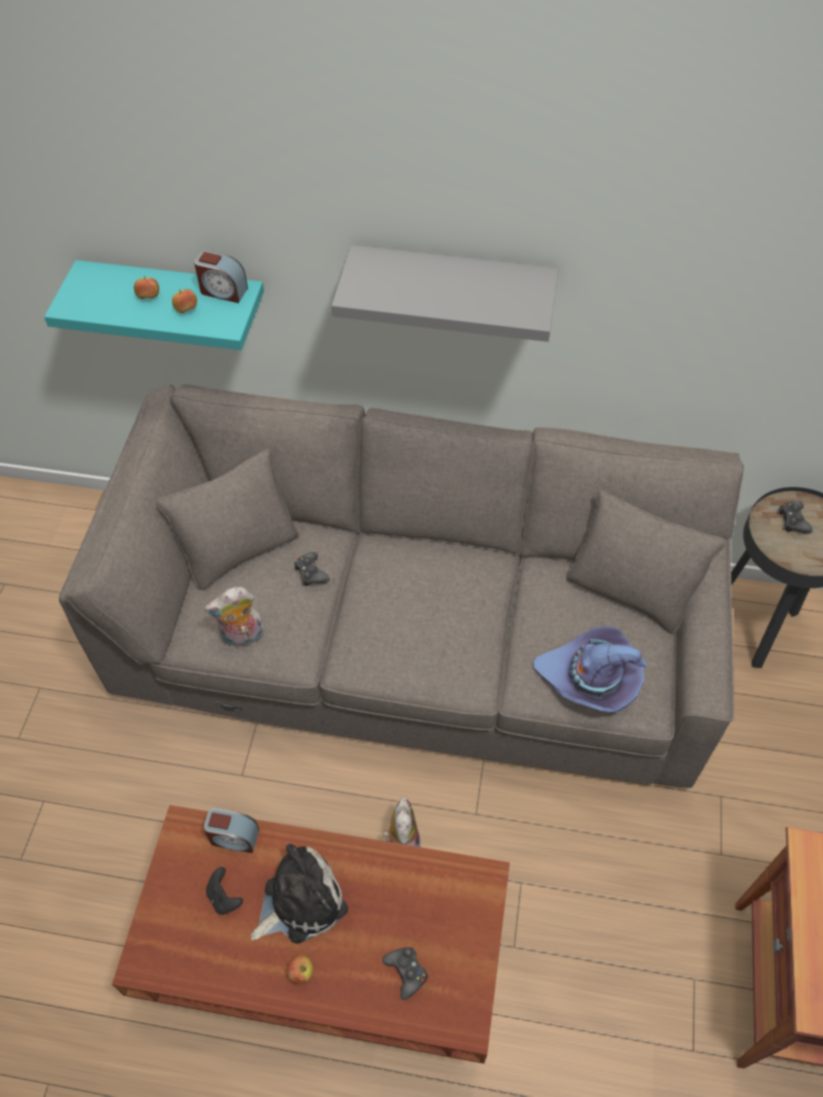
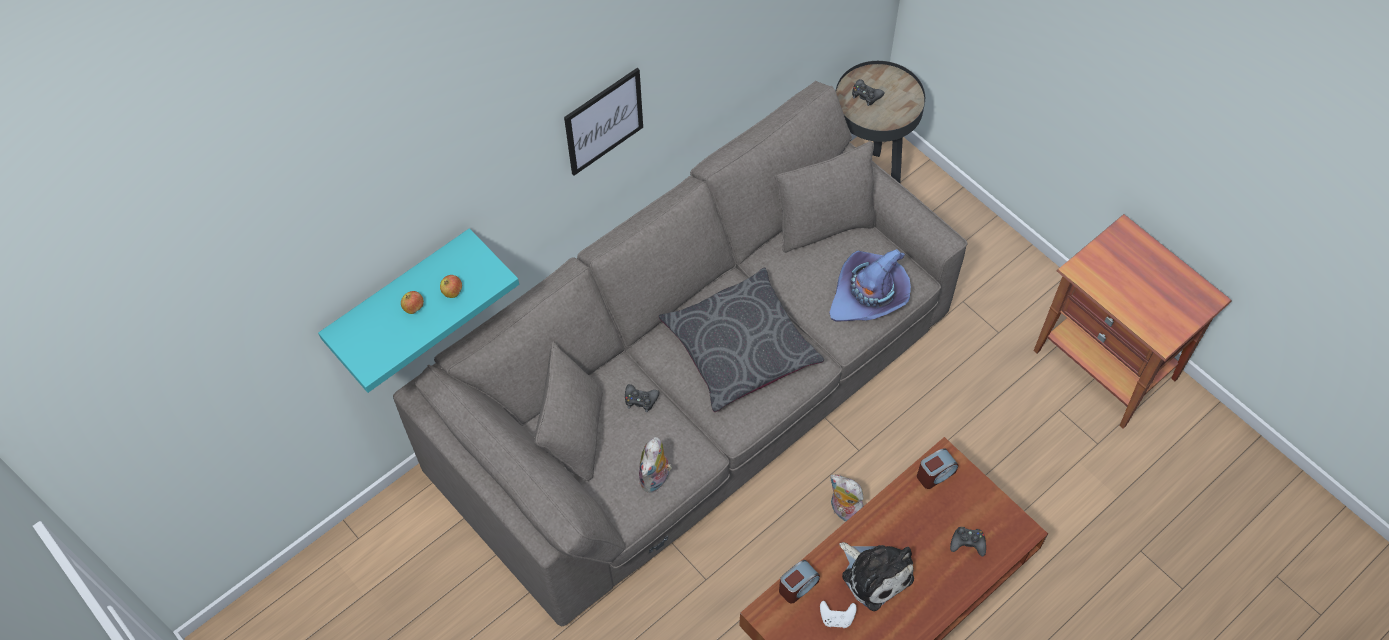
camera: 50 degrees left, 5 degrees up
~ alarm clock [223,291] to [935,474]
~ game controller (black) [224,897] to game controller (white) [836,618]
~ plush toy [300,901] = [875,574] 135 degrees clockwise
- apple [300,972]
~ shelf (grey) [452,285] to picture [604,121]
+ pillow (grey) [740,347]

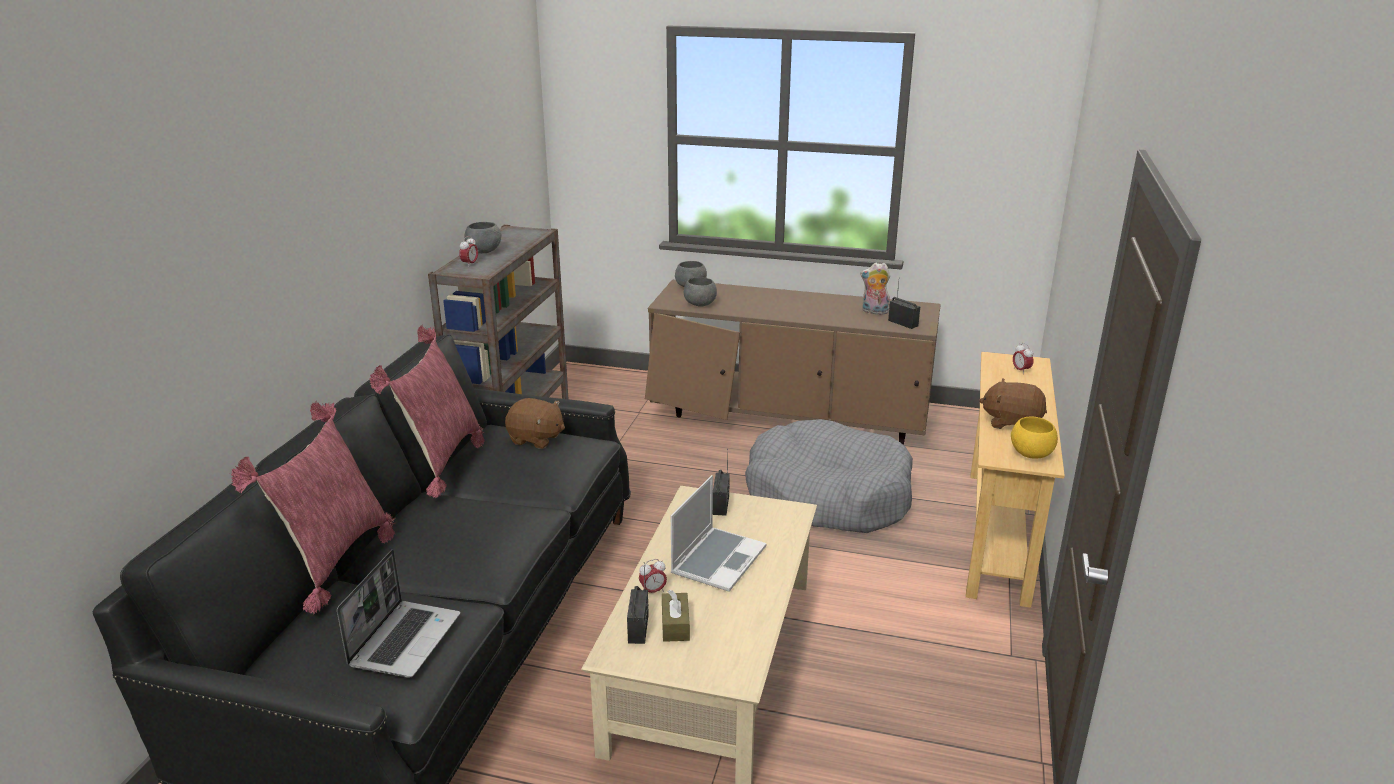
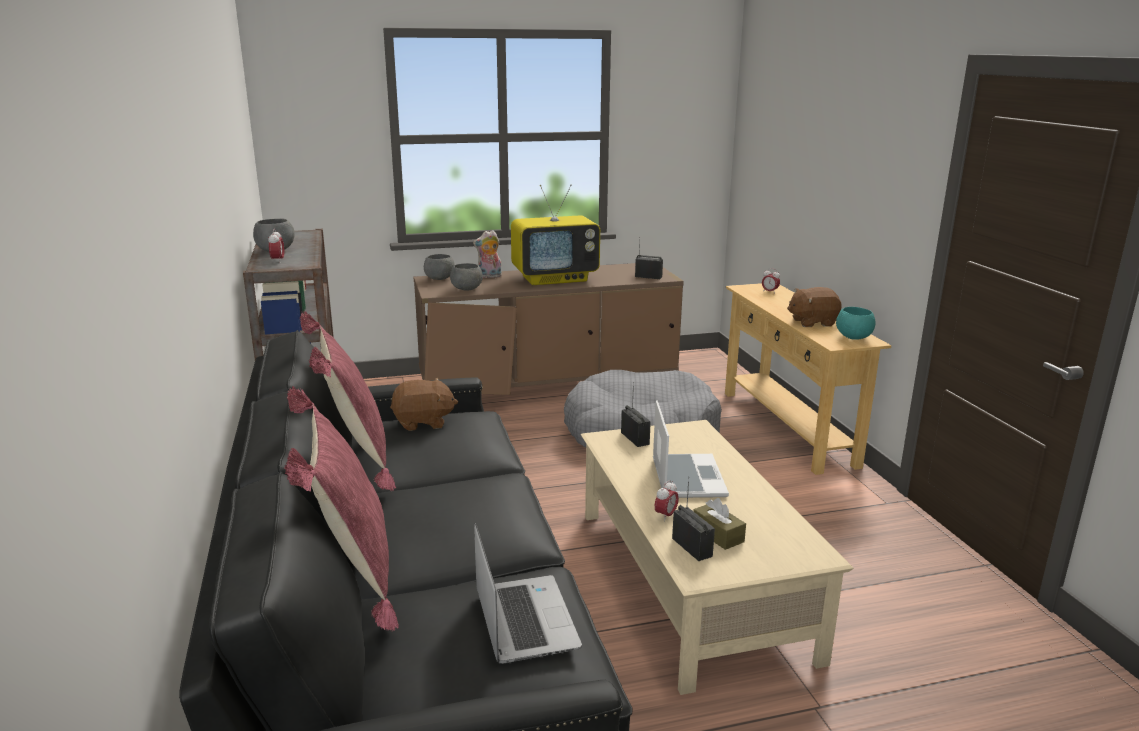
camera: 30 degrees left, 5 degrees down
~ plush toy [874,312] to [489,276]
~ bowl (yellow) [1030,454] to bowl (turquoise) [853,338]
+ television [555,278]

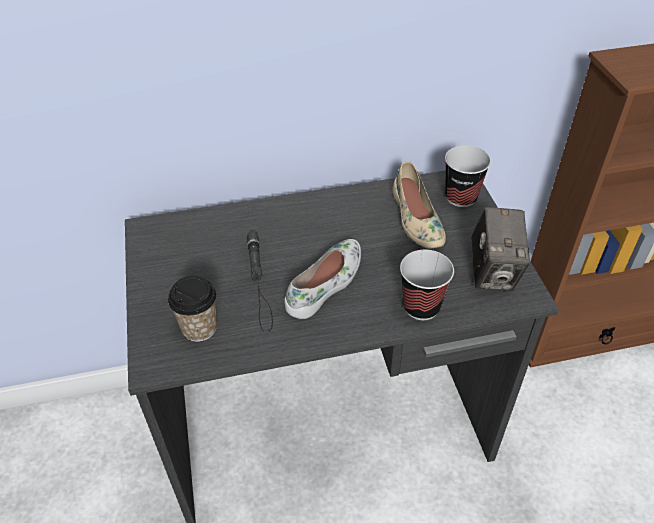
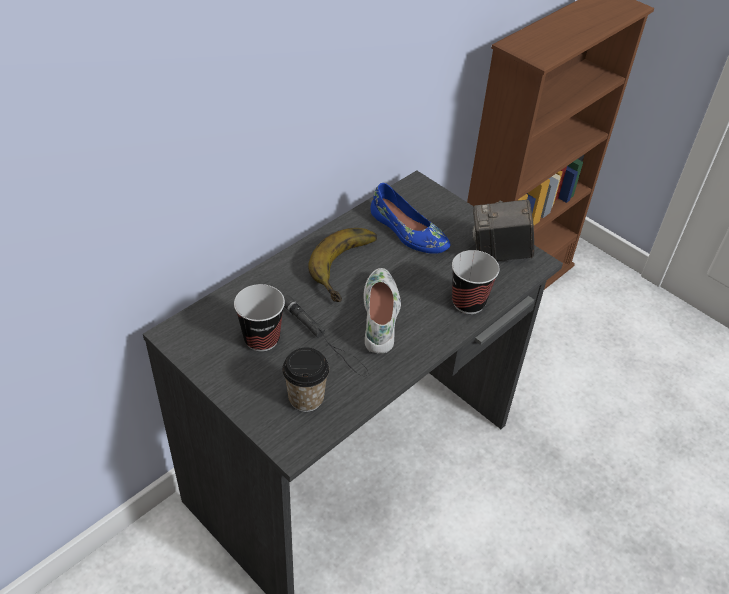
camera: 35 degrees left, 0 degrees up
~ shoe (beige) [416,219] to shoe (blue) [408,232]
~ cup [461,197] to [262,339]
~ photo camera [493,272] = [499,253] 120 degrees clockwise
+ banana [351,268]

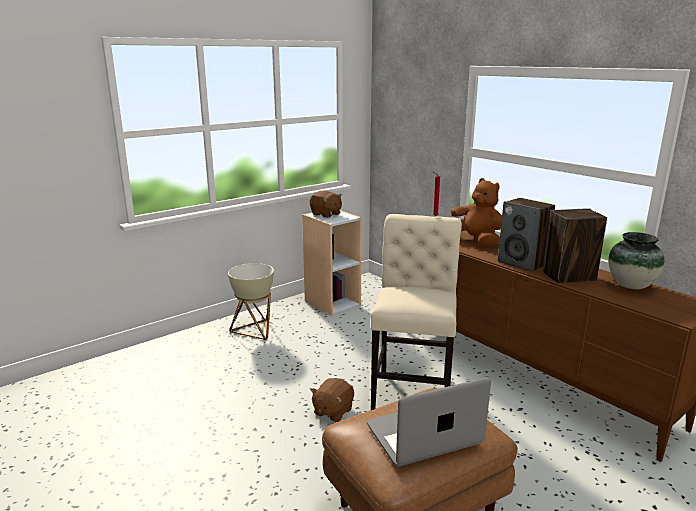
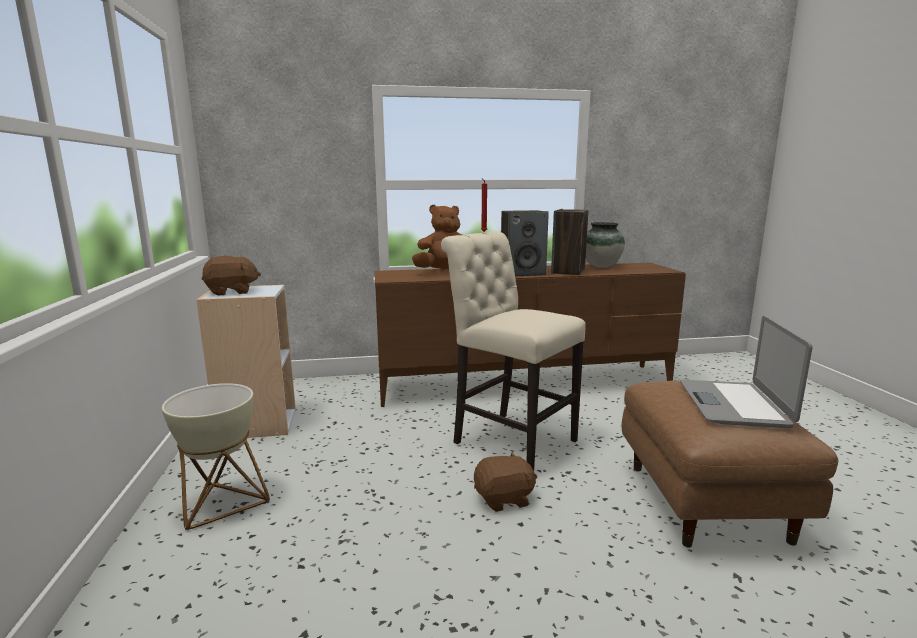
camera: 60 degrees left, 5 degrees down
~ plush toy (brown) [332,411] = [504,499] 75 degrees counterclockwise

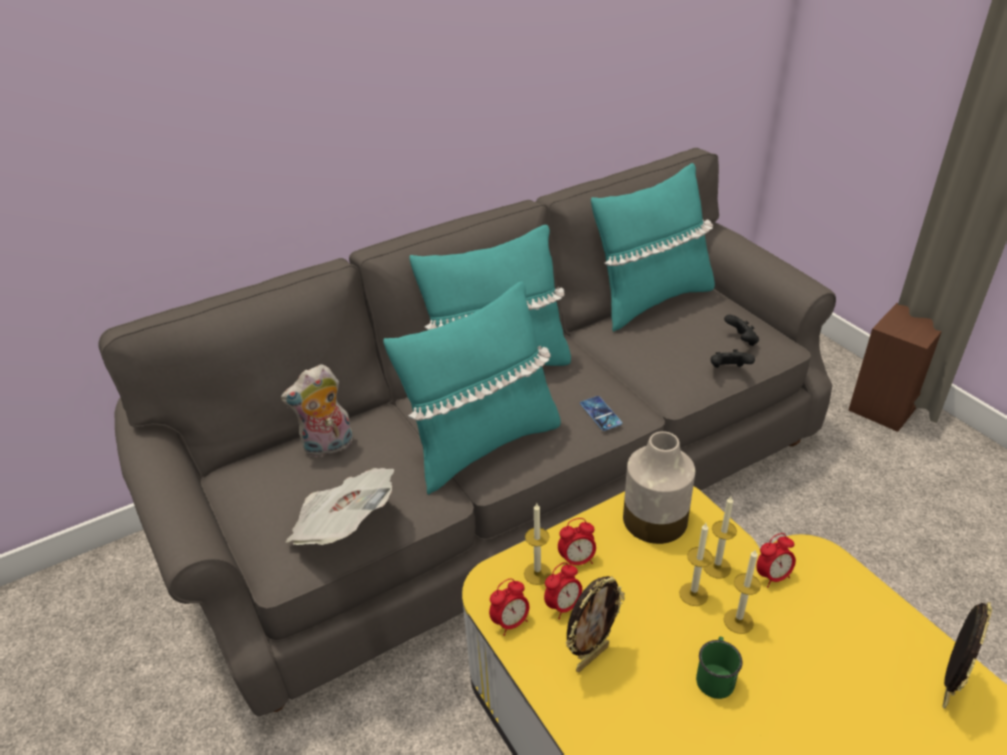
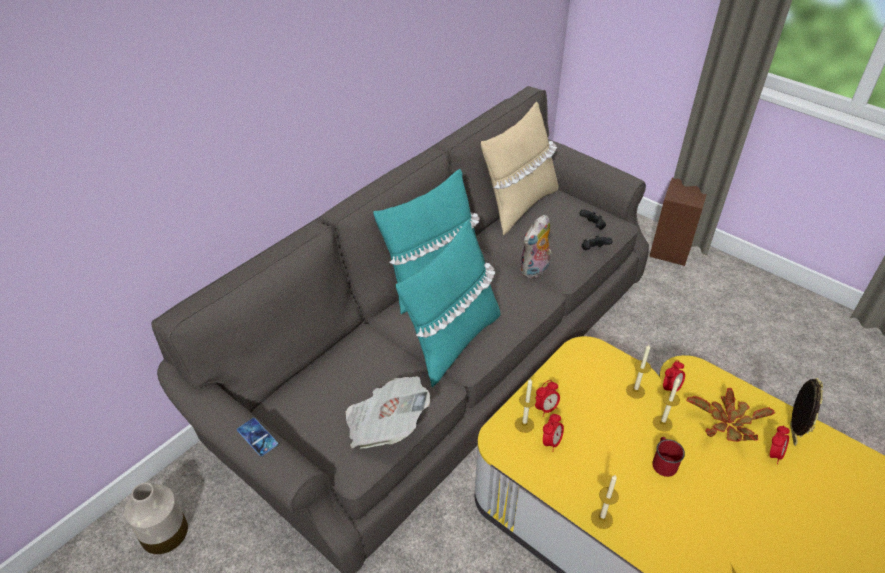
camera: 20 degrees left, 5 degrees up
~ plush toy [328,447] to [535,271]
~ alarm clock [510,622] to [773,454]
- picture frame [591,657]
~ phone [600,413] to [257,437]
~ pillow (turquoise) [650,300] to pillow (beige) [518,206]
~ vase (beige) [655,519] to [164,532]
~ candle [693,594] to [601,518]
~ mug (green) [715,676] to mug (red) [663,462]
+ potted plant [727,424]

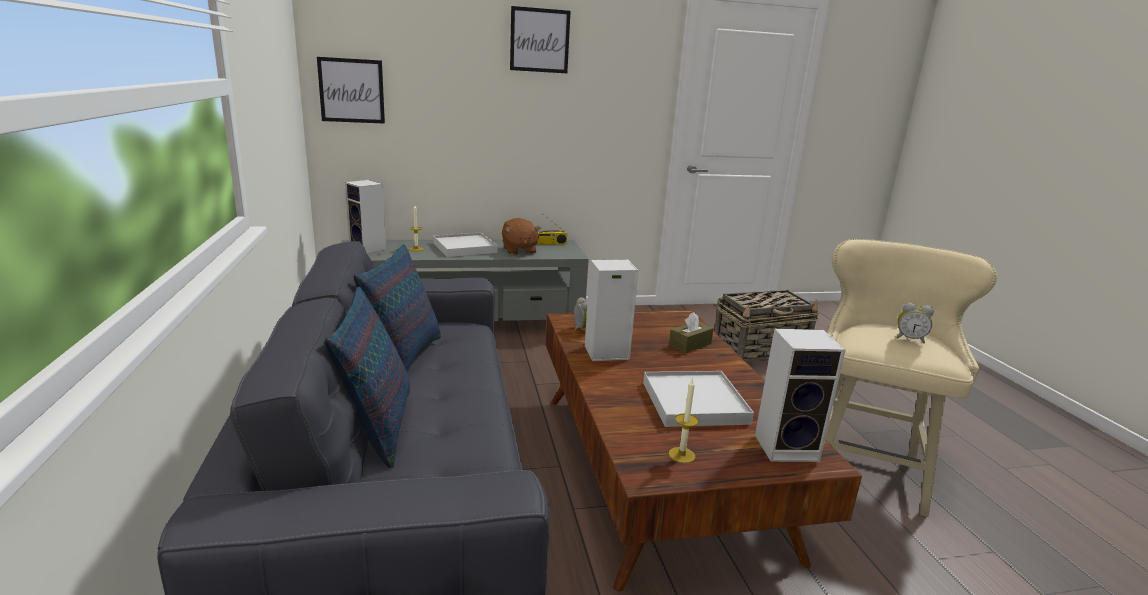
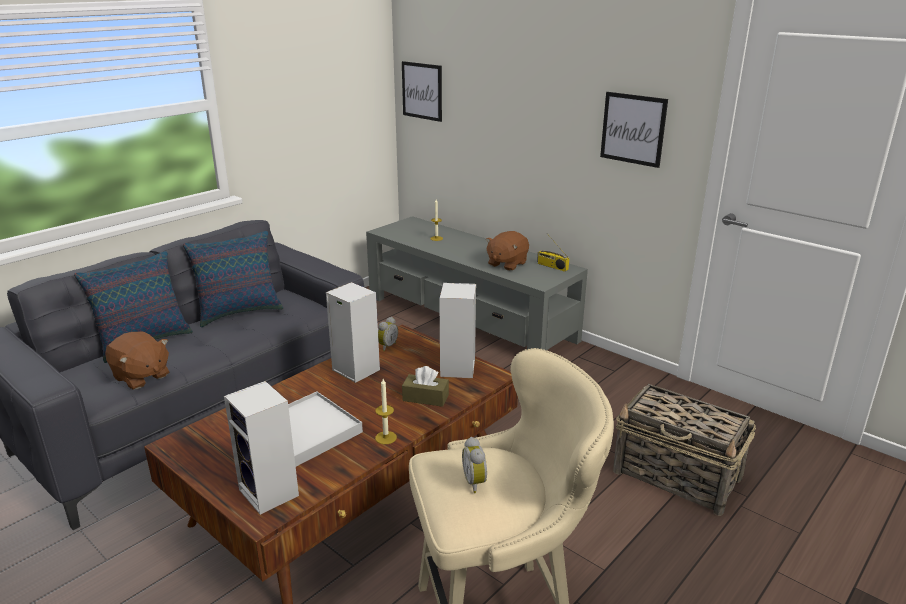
camera: 55 degrees right, 5 degrees up
~ speaker [369,249] to [458,369]
- tray (white) [464,248]
~ picture [539,40] to [633,129]
~ candle [681,455] to [386,437]
+ plush toy (brown) [141,377]

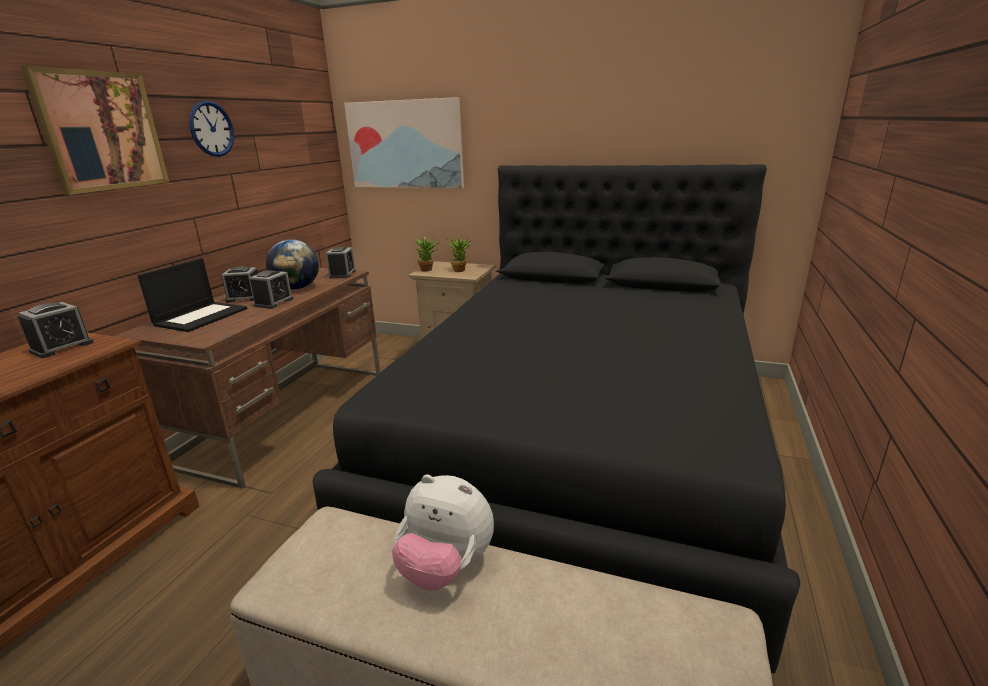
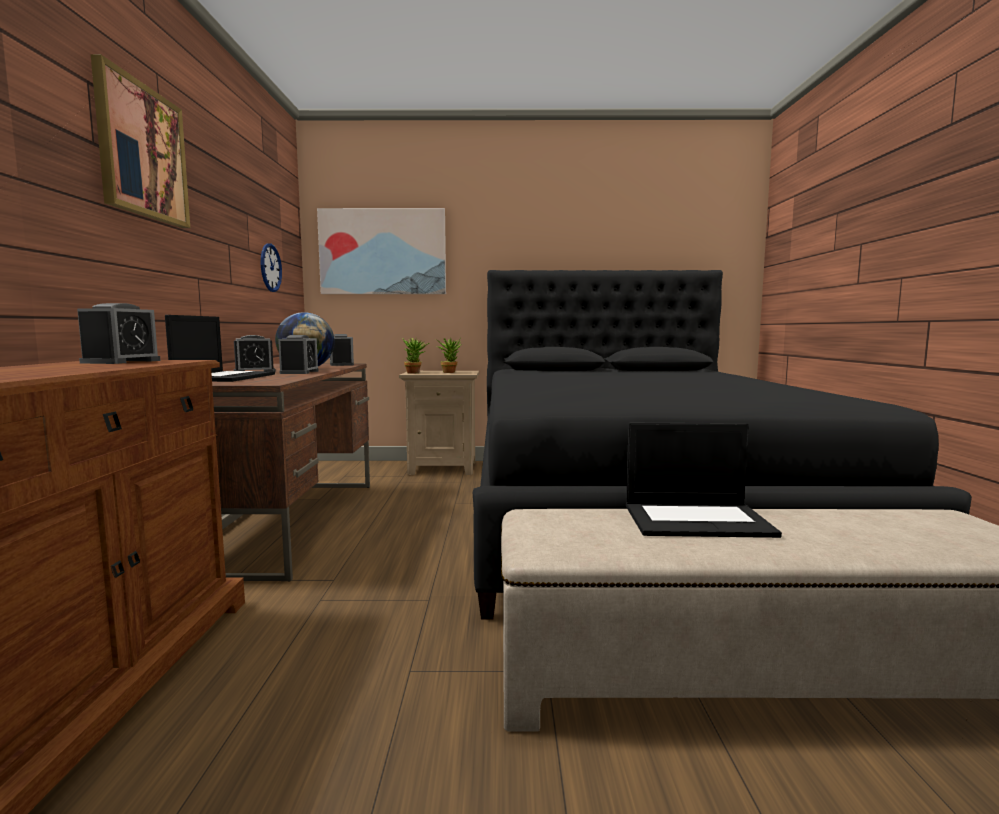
camera: 20 degrees left, 15 degrees down
~ wall clock [211,129] to [270,267]
~ plush toy [445,567] to laptop [697,519]

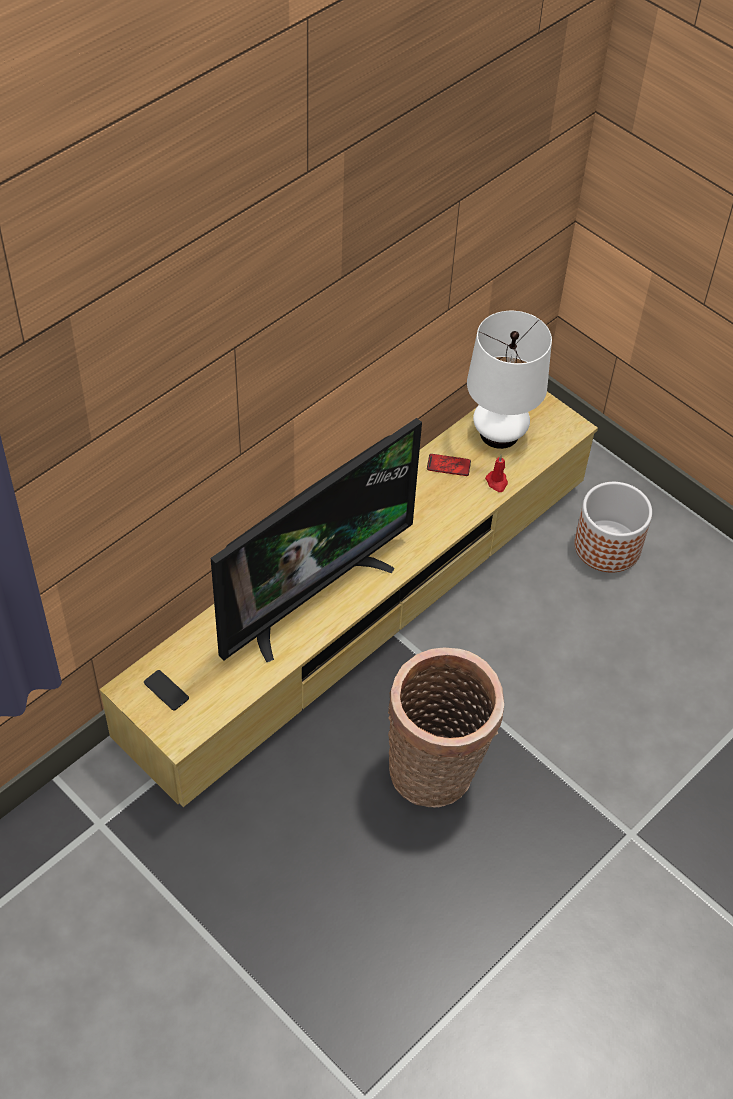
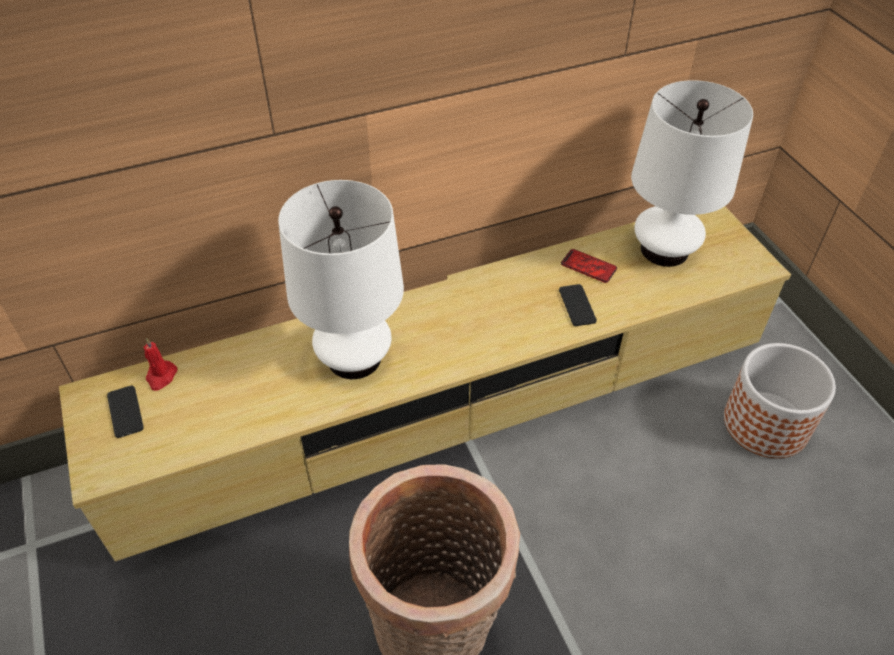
camera: 25 degrees right, 5 degrees down
~ television [311,595] to table lamp (white) [354,358]
~ candle (red) [497,482] to [161,377]
+ phone [577,305]

